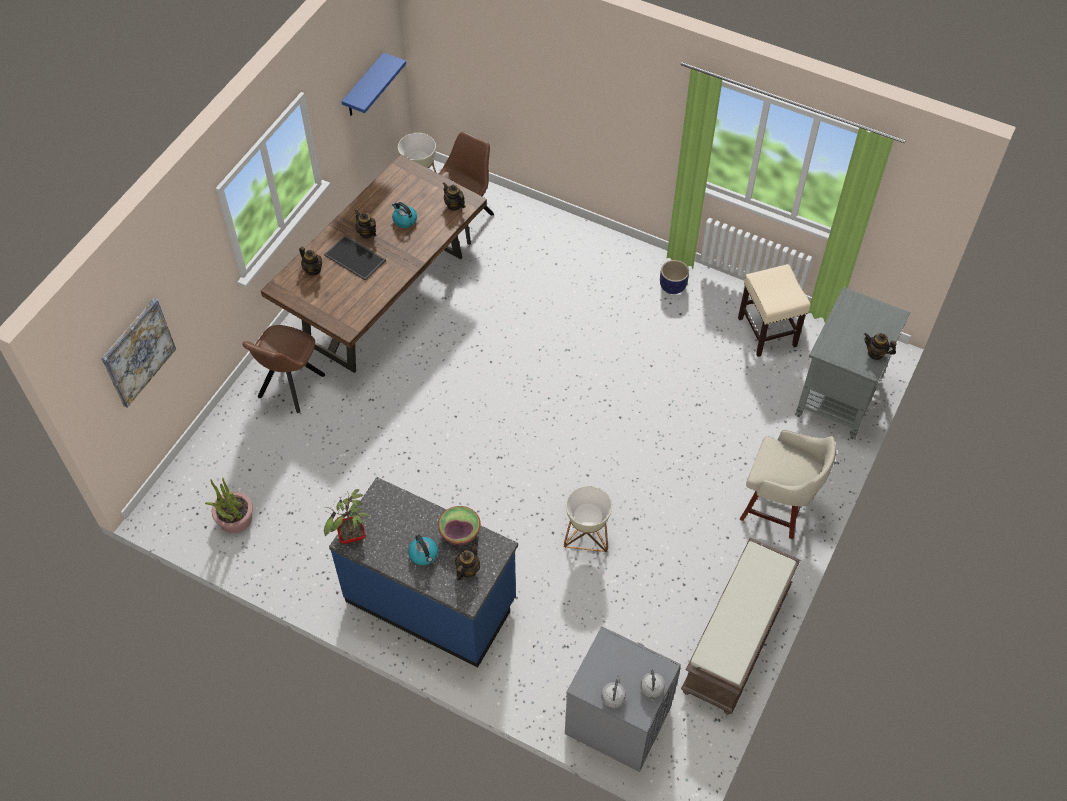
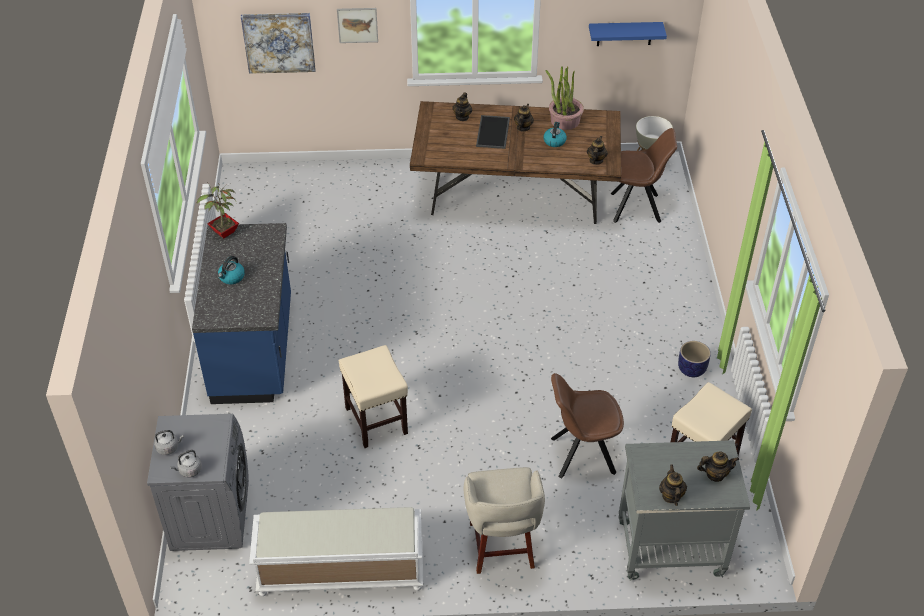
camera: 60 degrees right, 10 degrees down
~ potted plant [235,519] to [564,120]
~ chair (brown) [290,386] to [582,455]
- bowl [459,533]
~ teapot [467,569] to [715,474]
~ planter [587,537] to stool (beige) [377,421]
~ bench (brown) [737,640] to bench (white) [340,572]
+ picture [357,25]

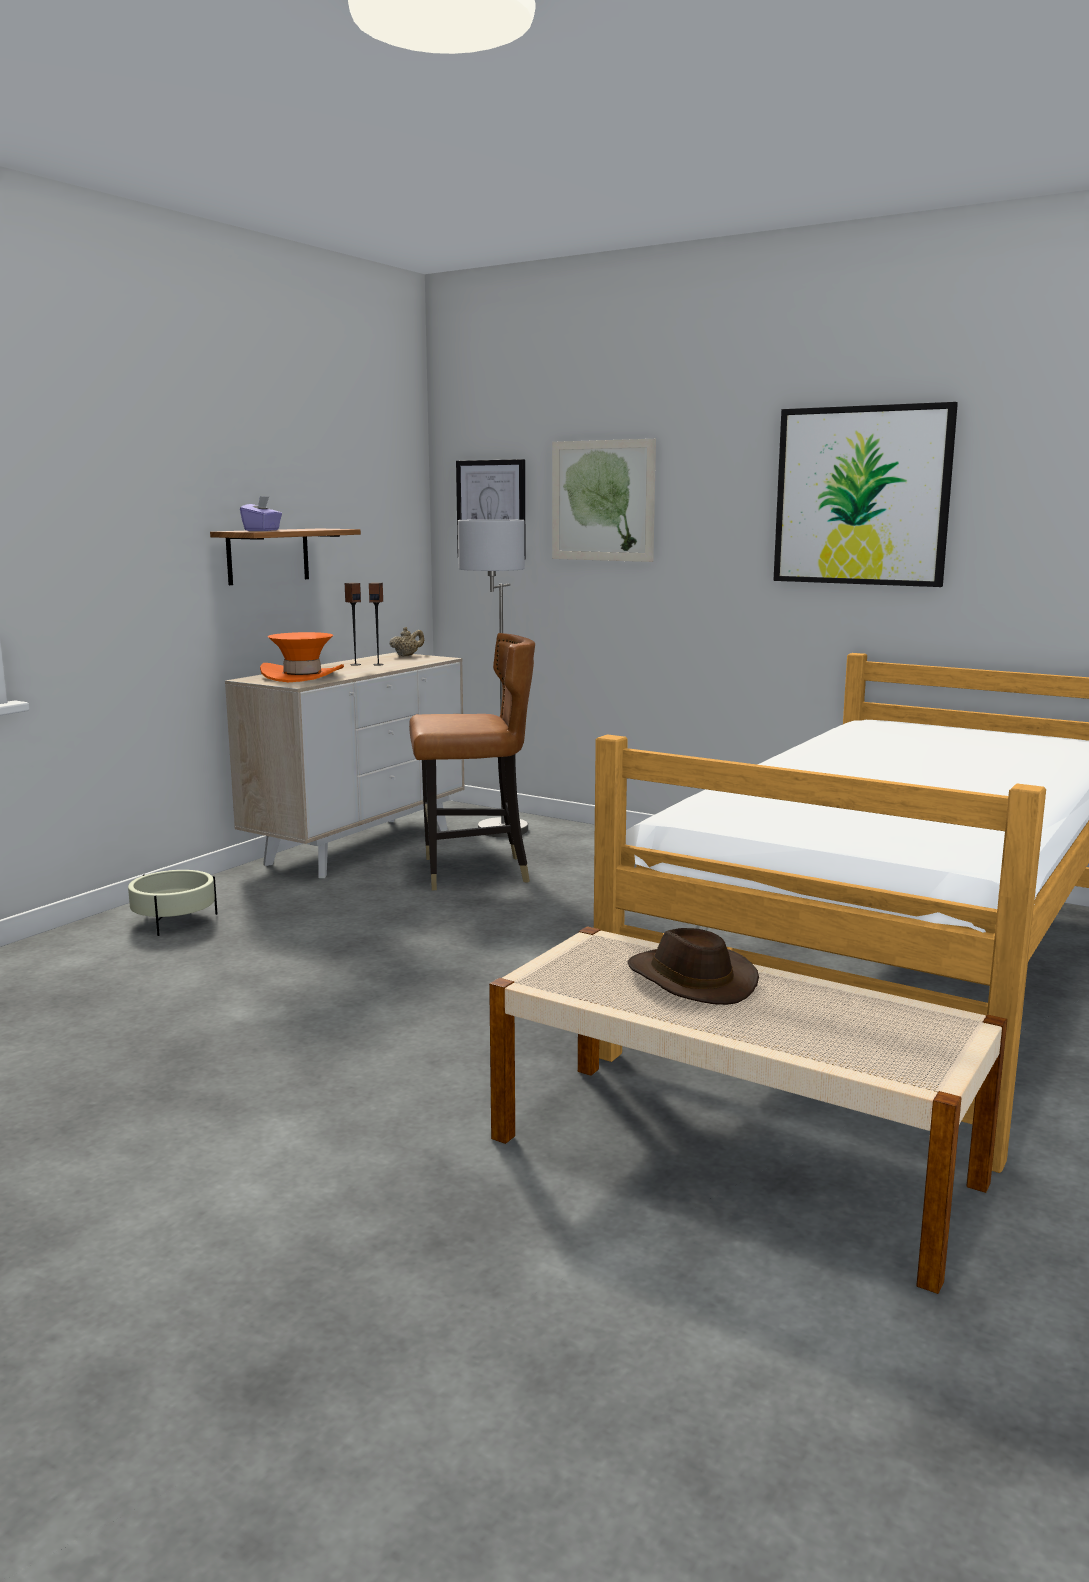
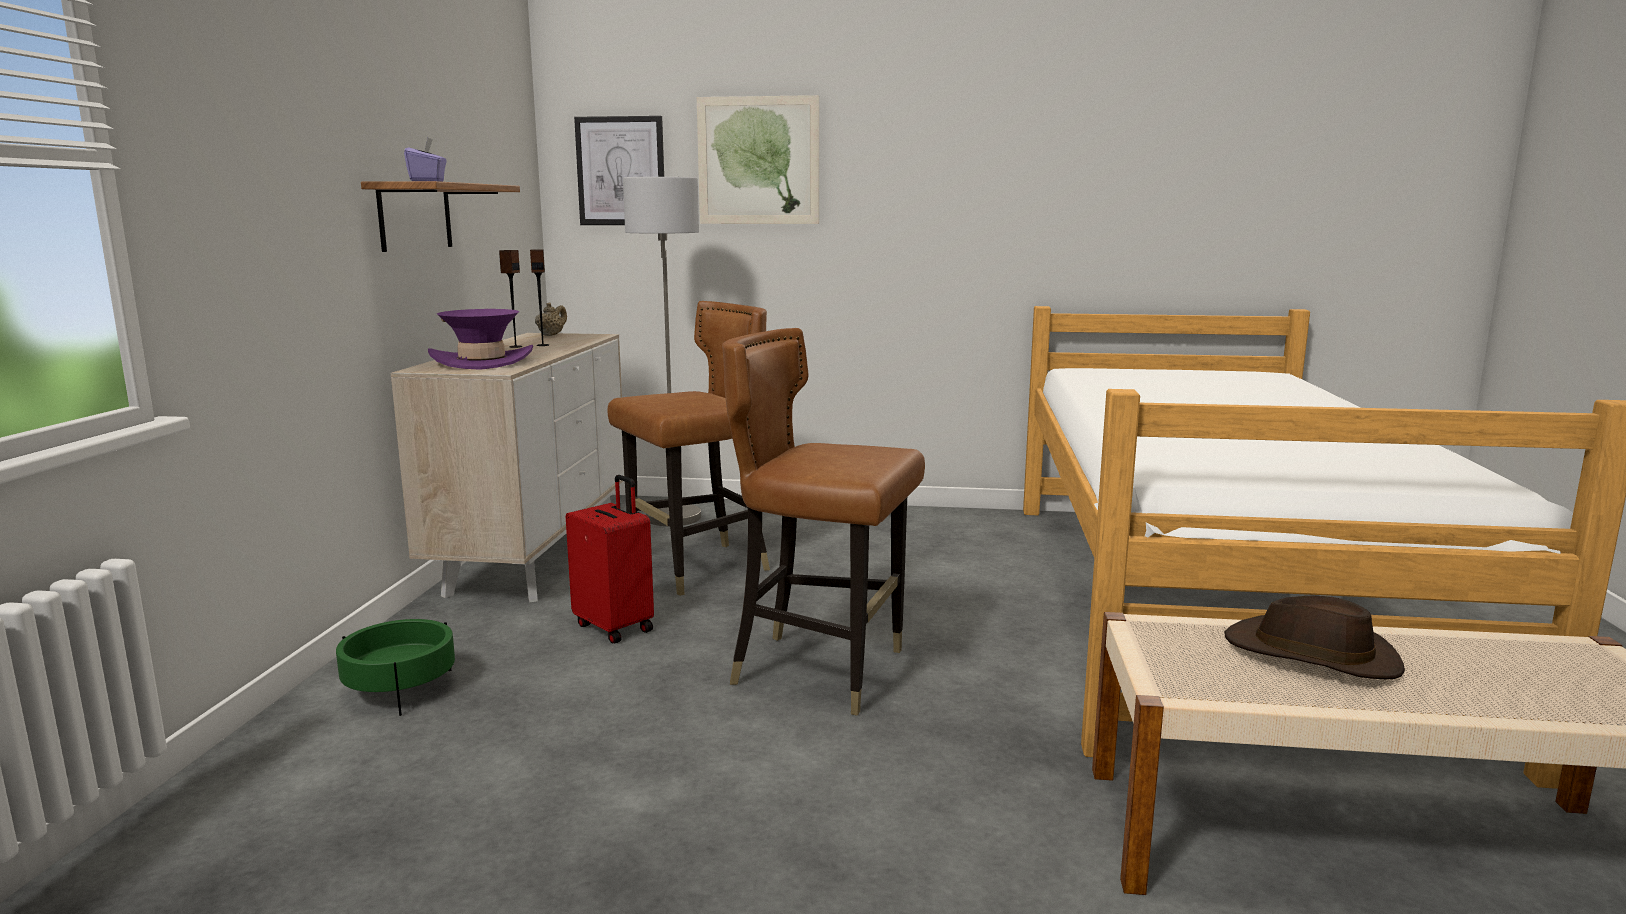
camera: 25 degrees left, 0 degrees up
~ planter (beige) [174,920] to planter (green) [400,690]
~ hat (orange) [302,676] to hat (purple) [482,362]
- picture [862,496]
+ suitcase (red) [615,627]
+ chair (brown) [821,670]

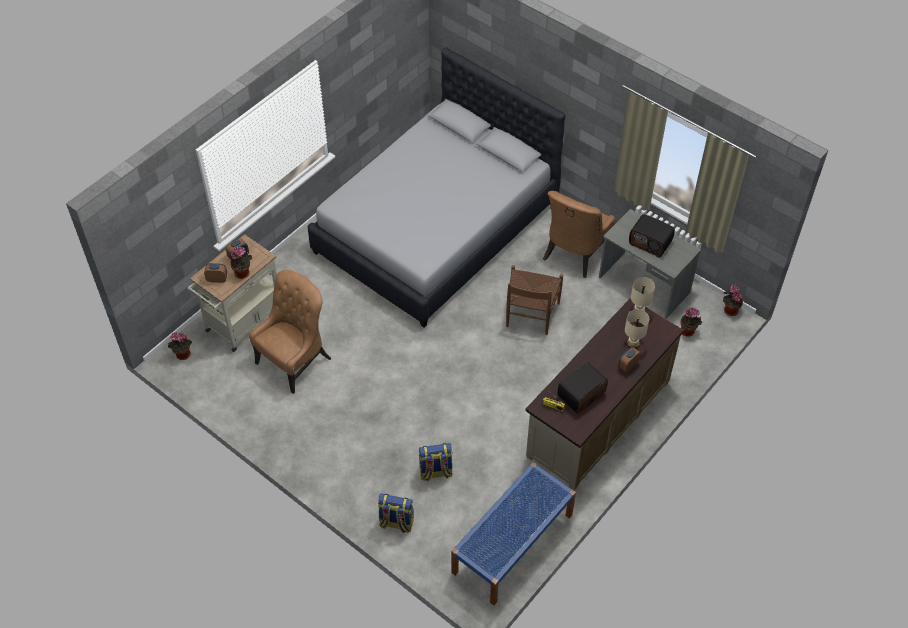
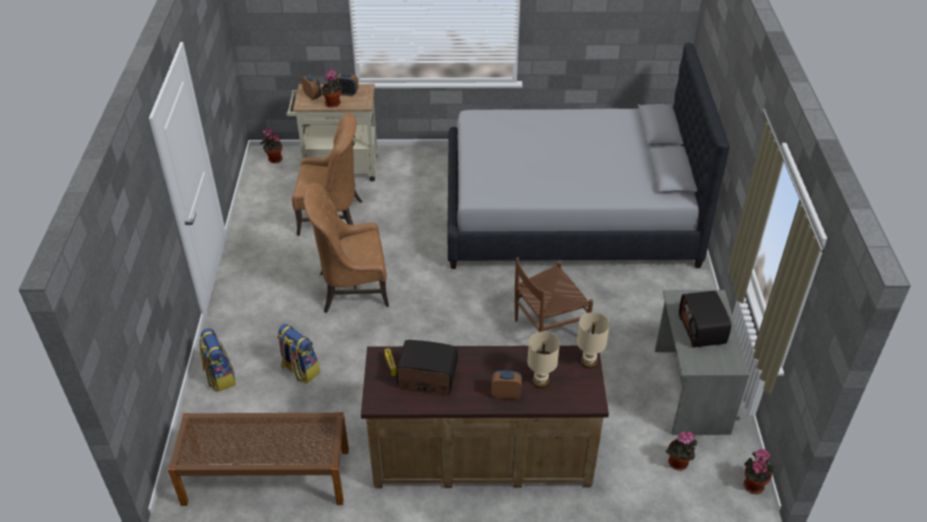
camera: 50 degrees right, 10 degrees down
~ bench (blue) [513,544] to bench (brown) [266,477]
~ chair (brown) [575,252] to [352,288]

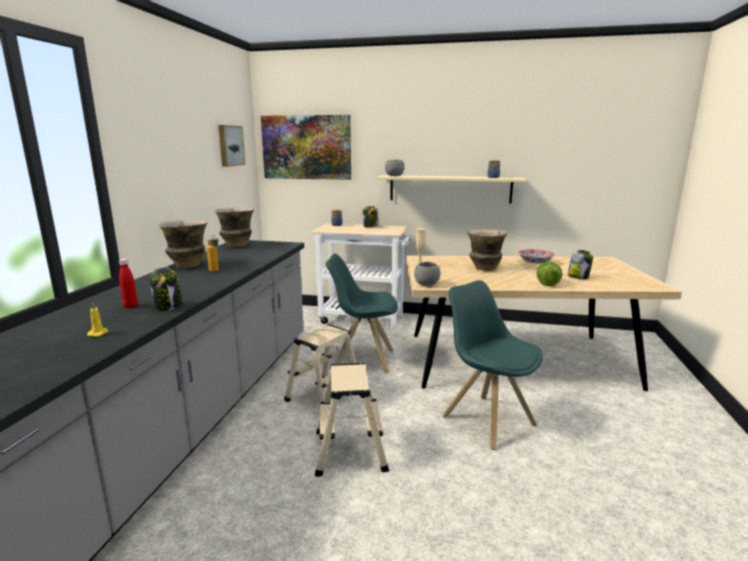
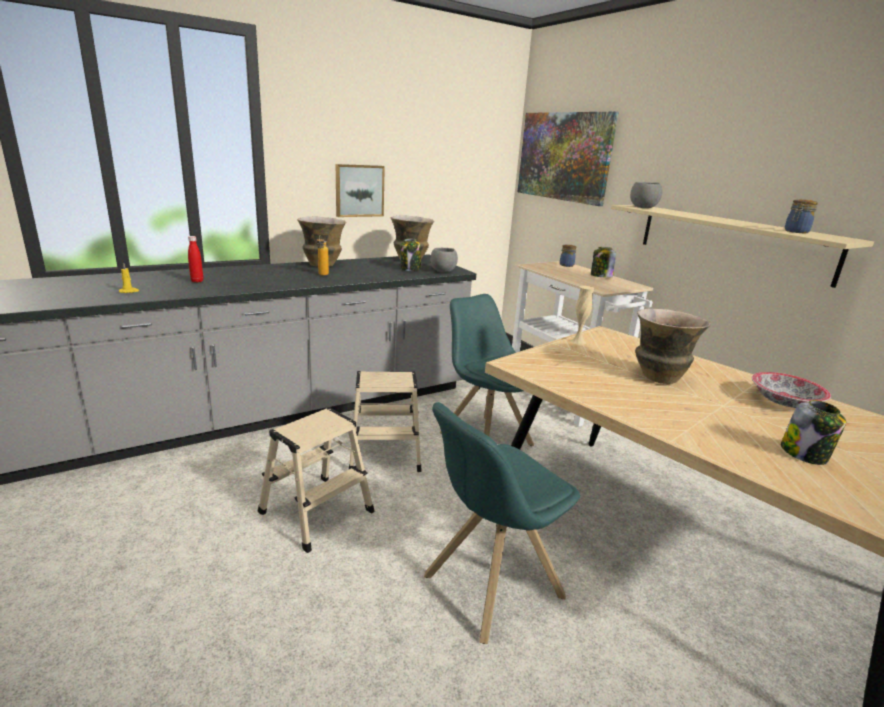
camera: 45 degrees right, 5 degrees up
~ jar [169,306] to [410,269]
~ picture [230,145] to [359,190]
~ bowl (grey) [426,284] to [442,271]
~ chair (turquoise) [487,420] = [491,585] 135 degrees counterclockwise
- lettuce [546,283]

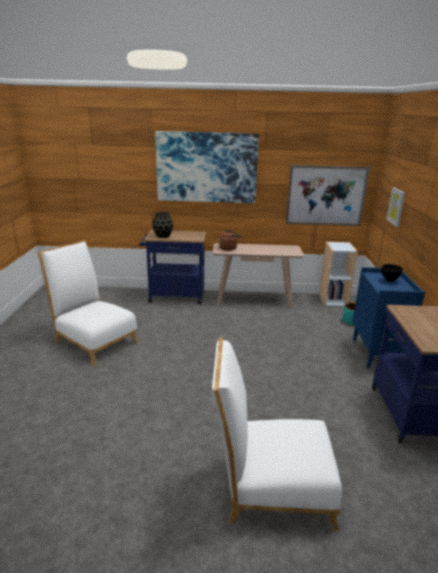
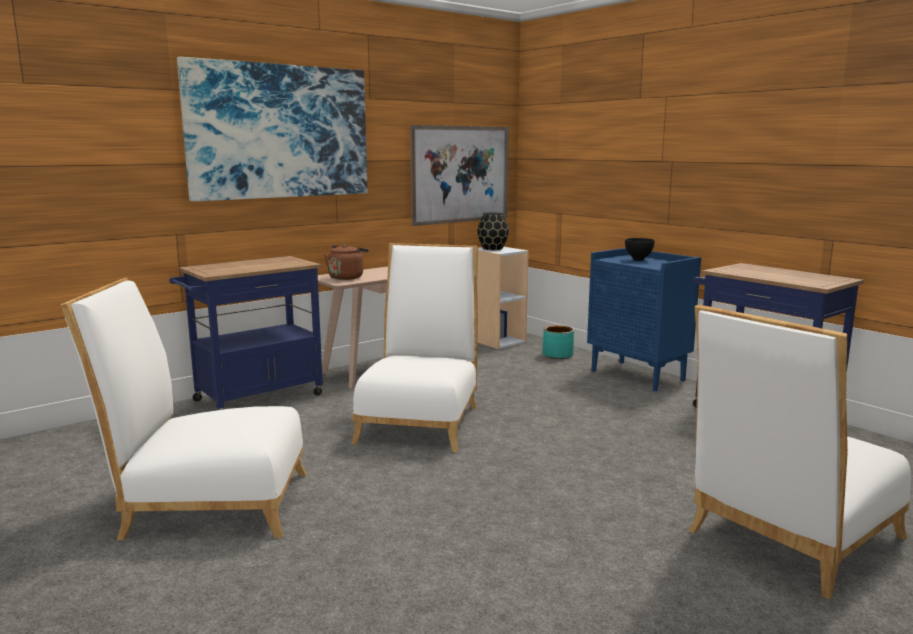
camera: 40 degrees left, 10 degrees down
~ vase (black) [163,236] to [493,248]
- picture [396,206]
+ chair (white) [421,420]

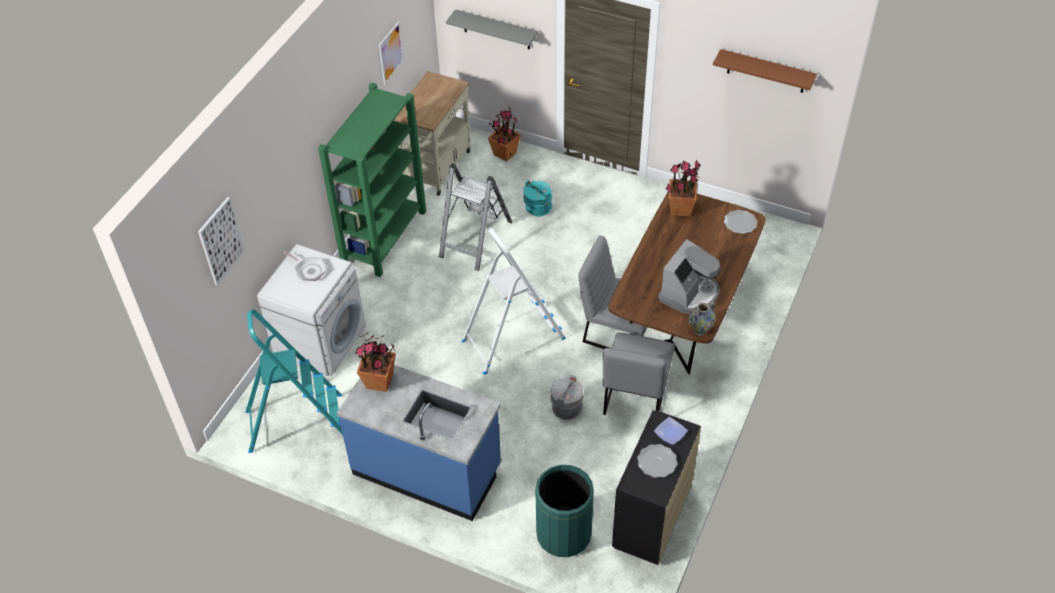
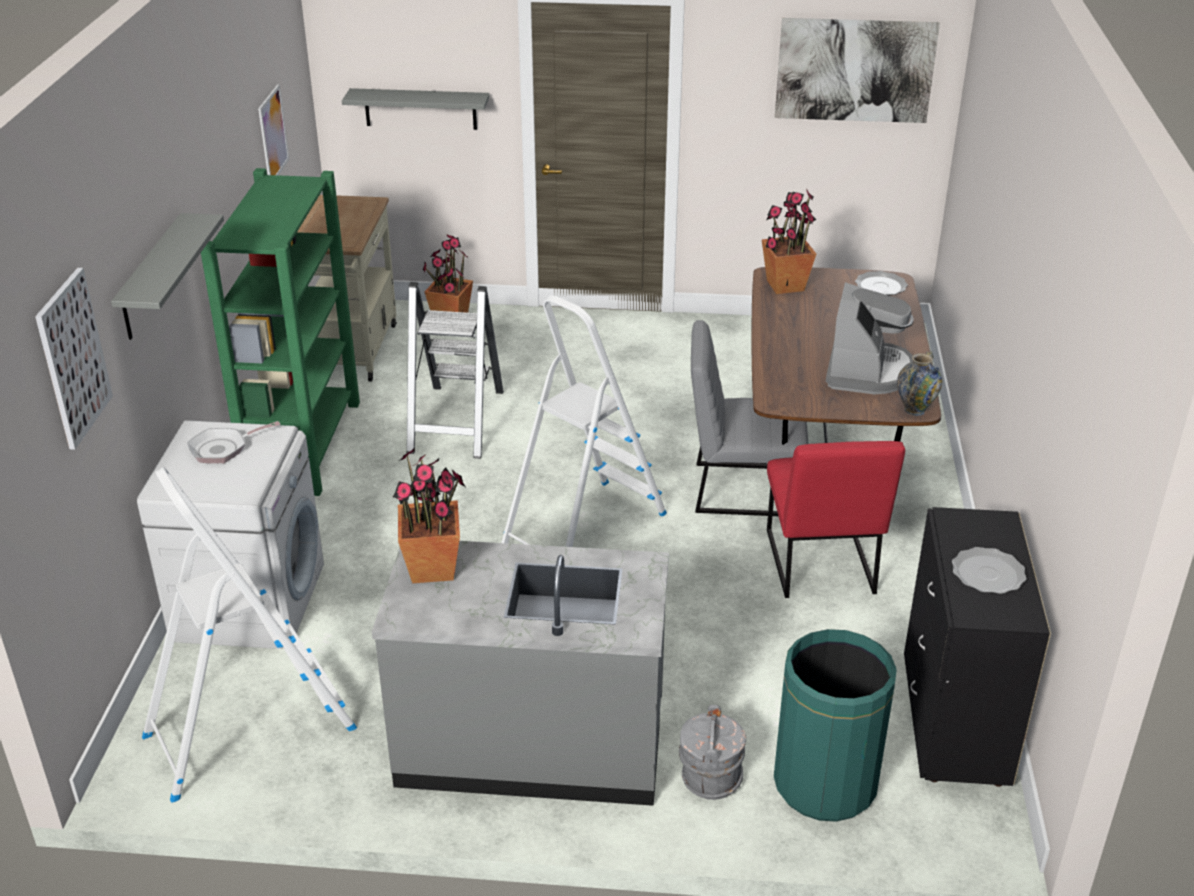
camera: 20 degrees left, 15 degrees down
~ step ladder (turquoise) [296,423] to step ladder (white) [251,731]
~ frying pan [309,270] = [223,449] 135 degrees clockwise
~ counter (blue) [427,470] to counter (grey) [531,746]
- bucket (turquoise) [538,208]
~ bucket (grey) [566,408] to [710,777]
~ chair (grey) [634,396] to chair (red) [819,564]
- plate [671,432]
~ shelf (brown) [766,71] to picture [855,70]
+ shelf (grey) [152,278]

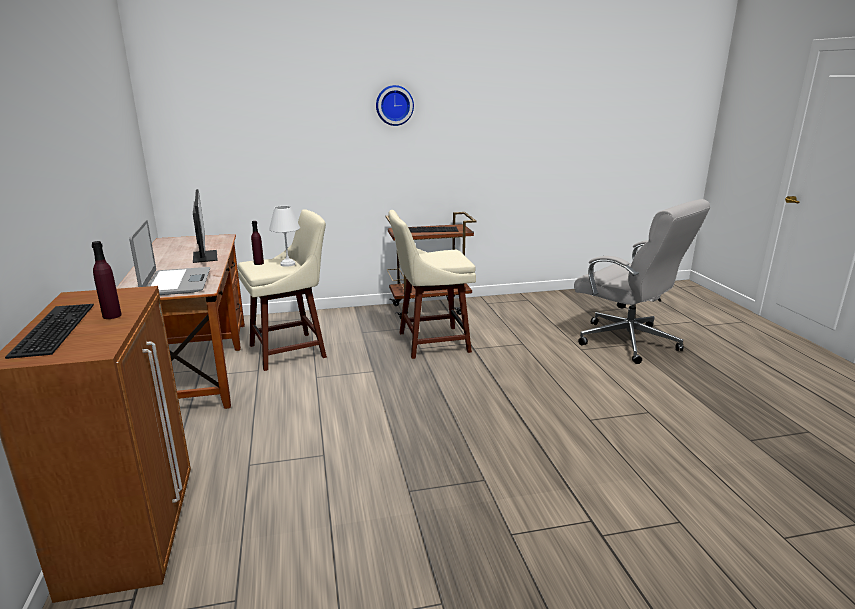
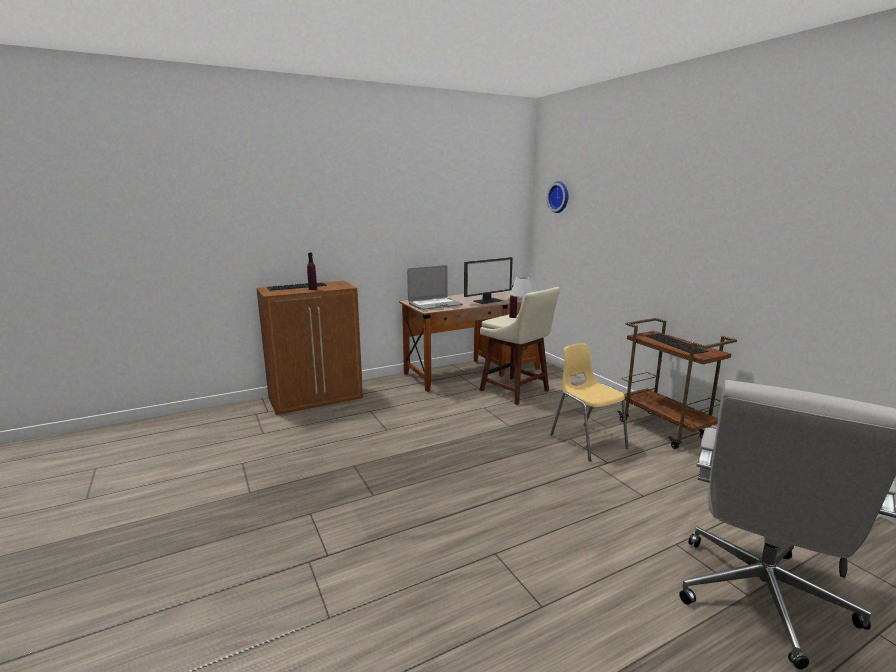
camera: 75 degrees right, 5 degrees down
~ wall clock [394,105] to [559,197]
~ stool (beige) [430,342] to chair (yellow) [587,441]

